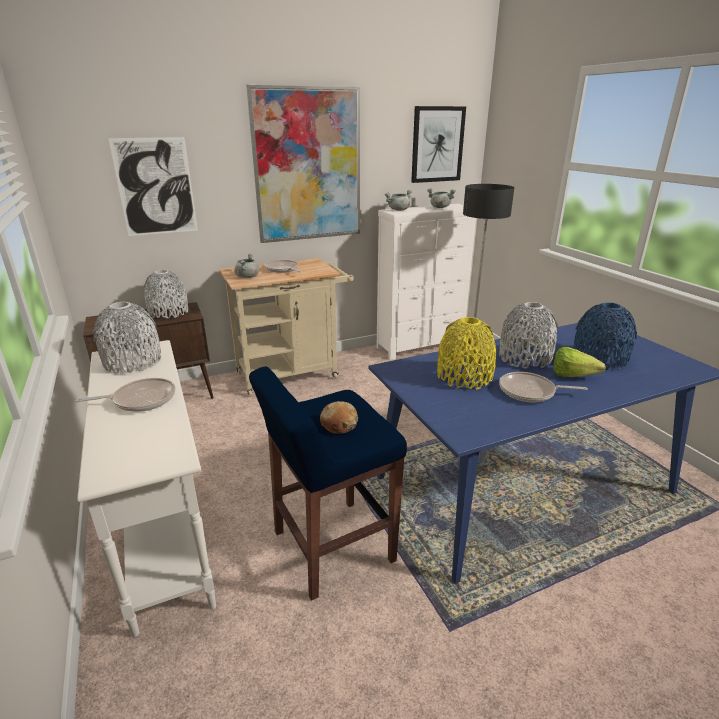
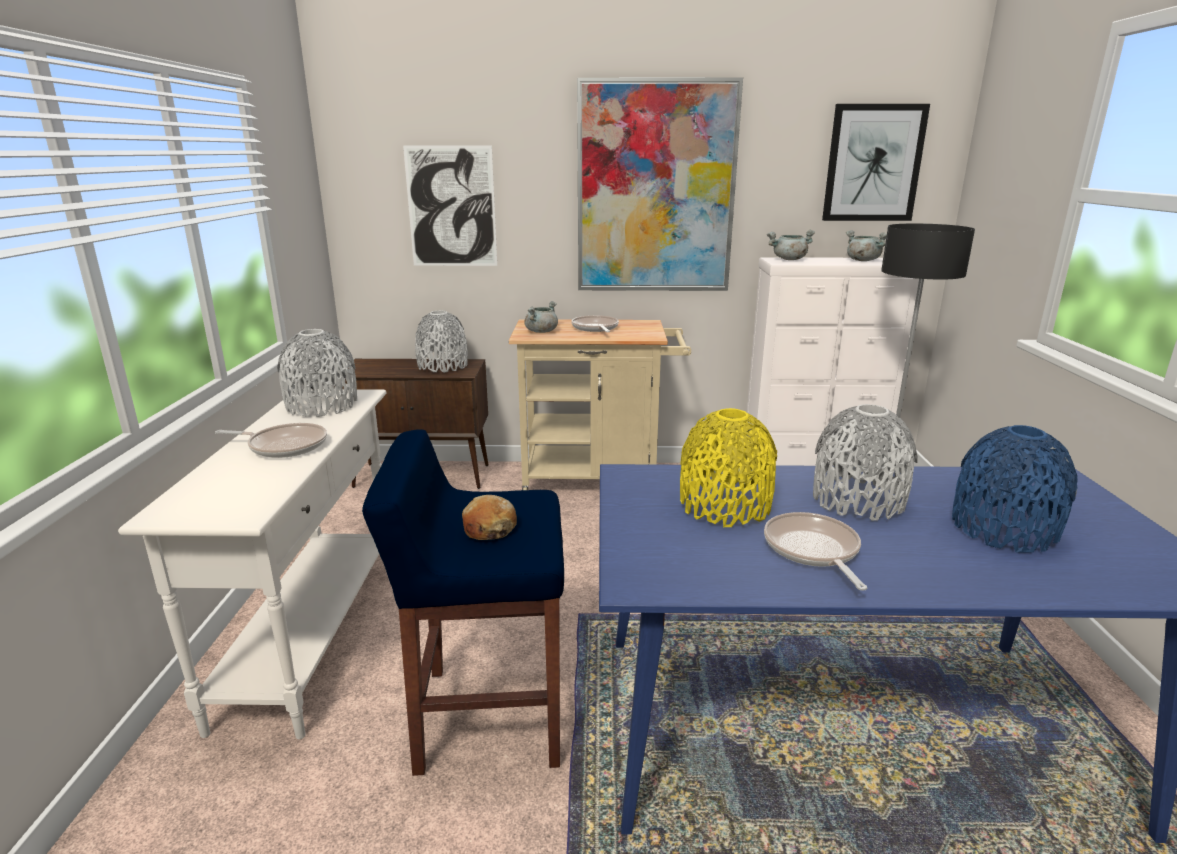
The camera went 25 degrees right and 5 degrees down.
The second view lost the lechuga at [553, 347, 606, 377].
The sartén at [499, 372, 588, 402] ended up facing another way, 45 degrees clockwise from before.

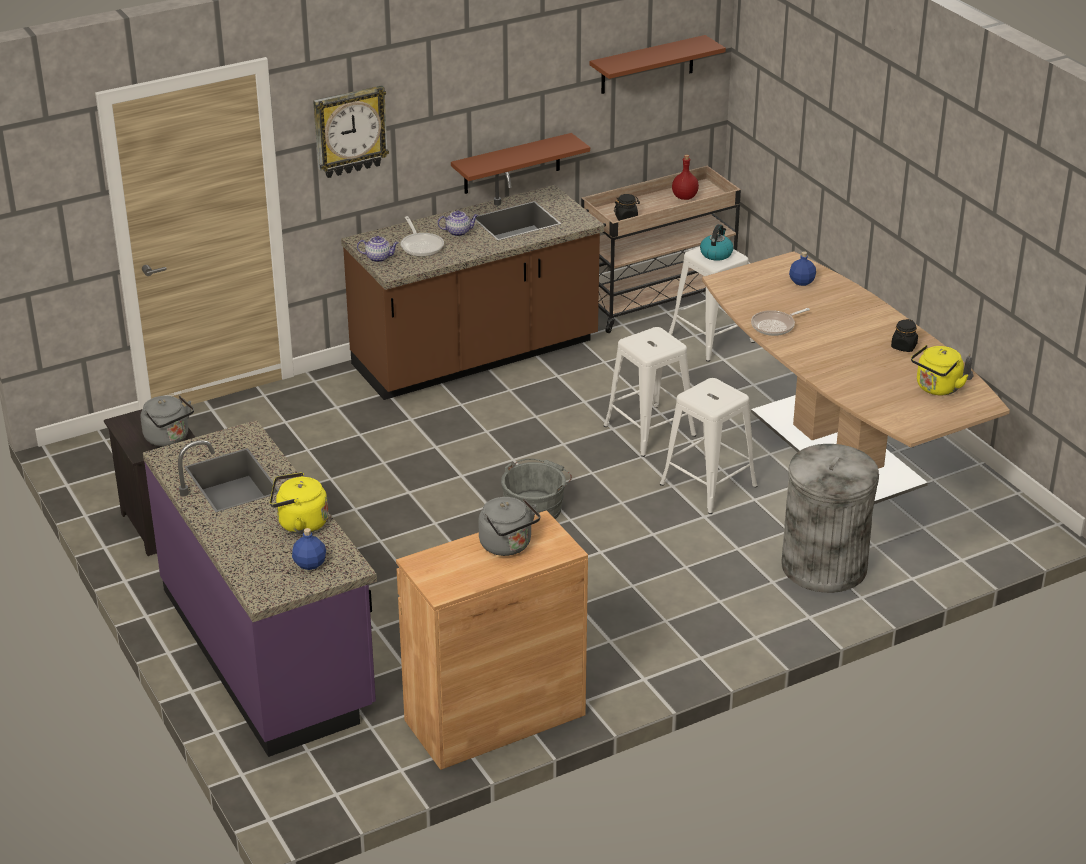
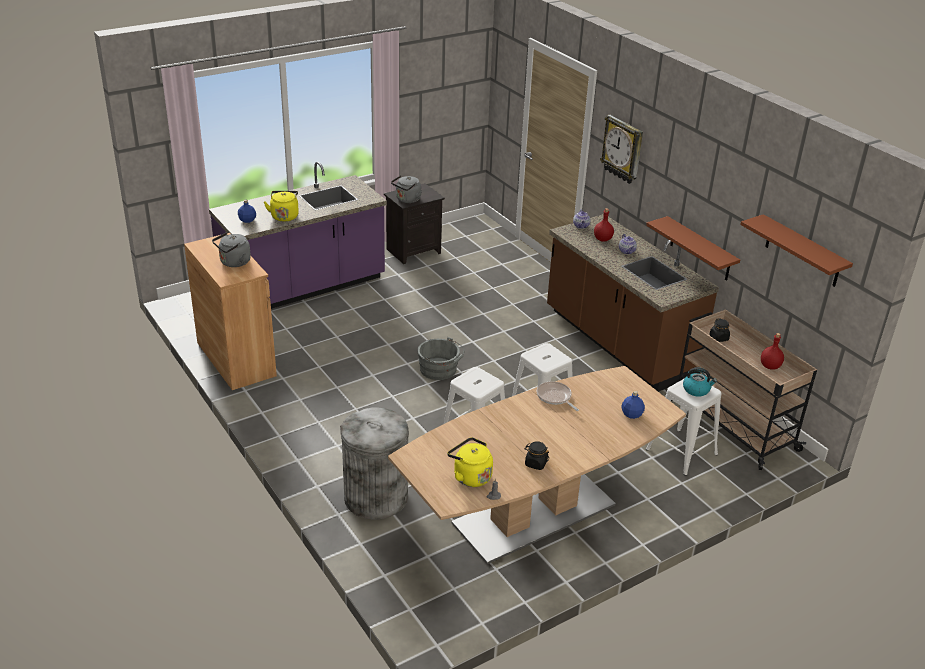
The camera went 85 degrees right and 0 degrees up.
Where the sartén stood at [400, 216, 444, 257], the botella [rojo] came to stand at [594, 208, 614, 242].

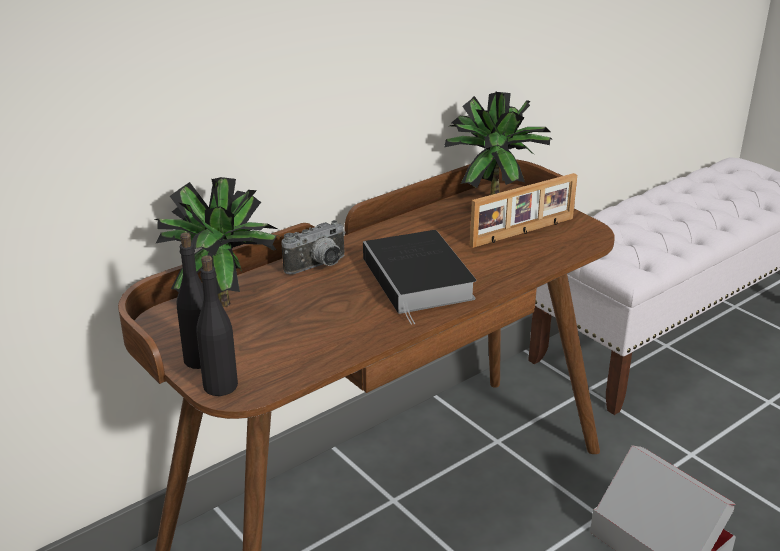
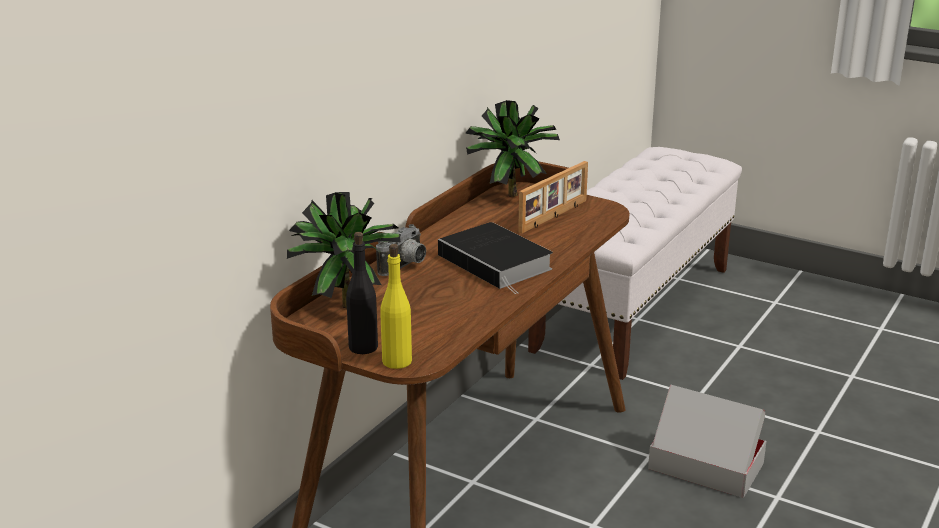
The camera went 20 degrees left and 5 degrees down.
What was the botella [negro] at [196, 255, 238, 396] turned into the botella [amarillo] at [380, 244, 412, 369].

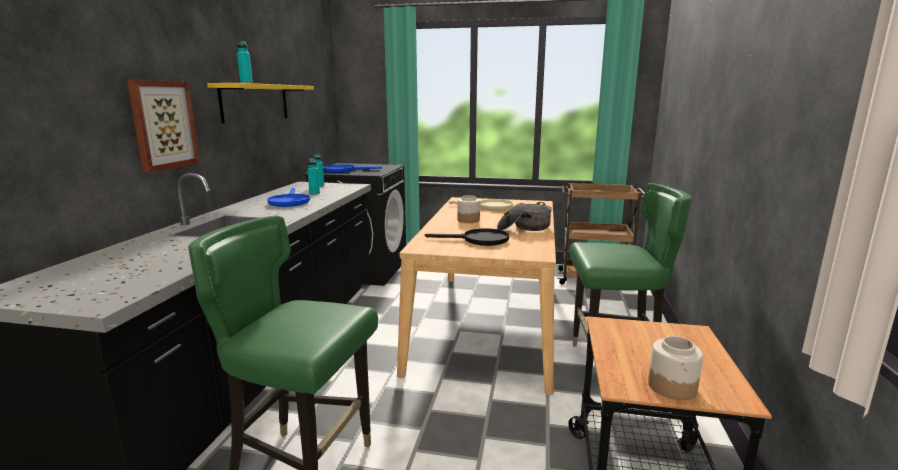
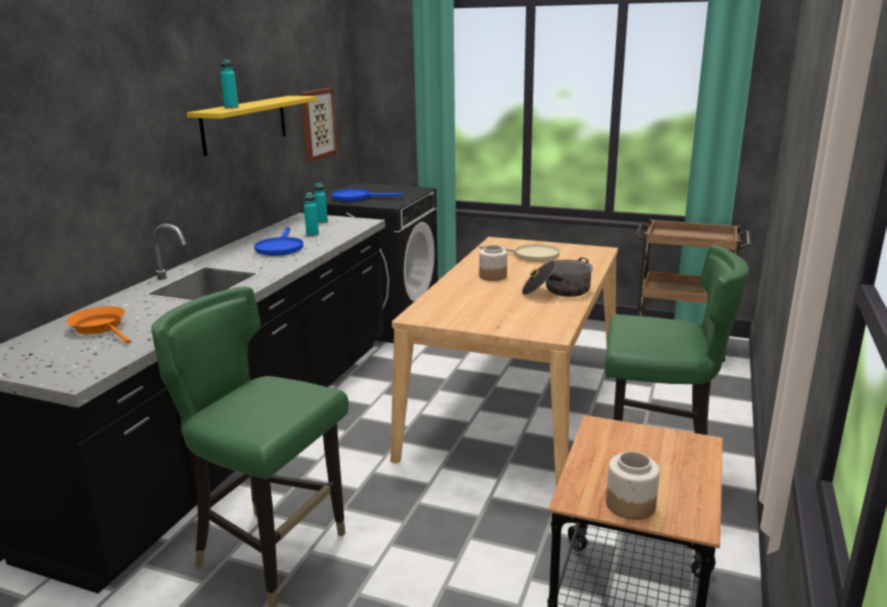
The camera went 10 degrees right and 5 degrees up.
The second view lost the sartén [negro] at [425, 228, 509, 246].
The second view gained the sartén [naranja] at [66, 306, 130, 344].
The cuadro ended up elsewhere, having gone from [127, 80, 200, 172] to [301, 88, 338, 162].

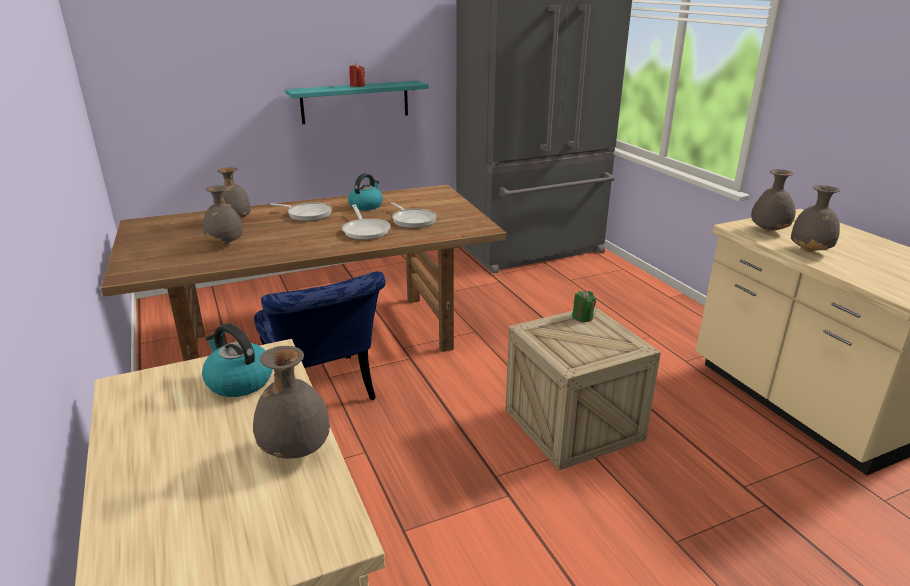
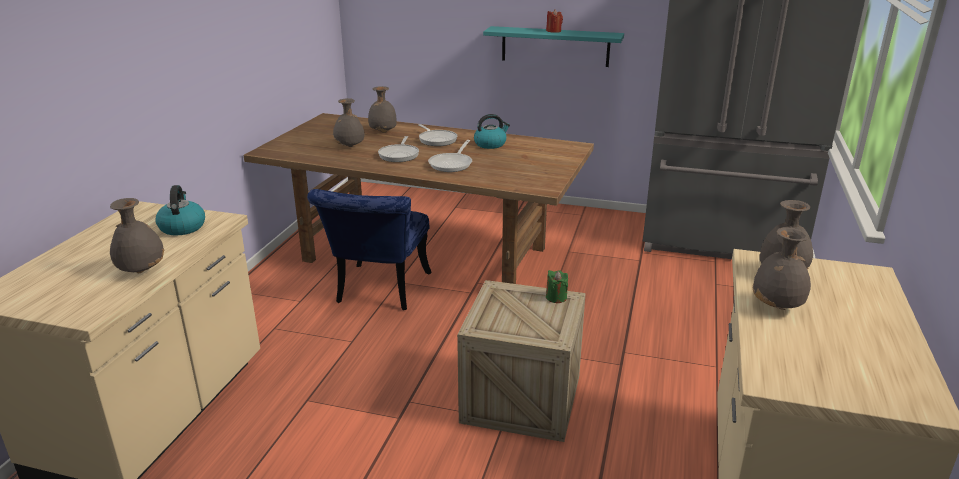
The camera went 40 degrees right and 0 degrees up.
The sartén ended up elsewhere, having gone from [391, 202, 436, 228] to [378, 136, 419, 162].

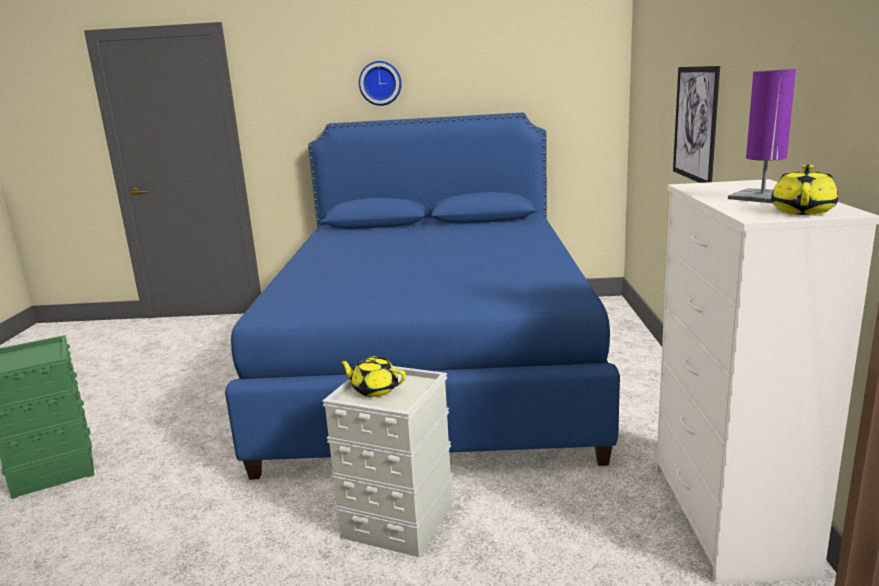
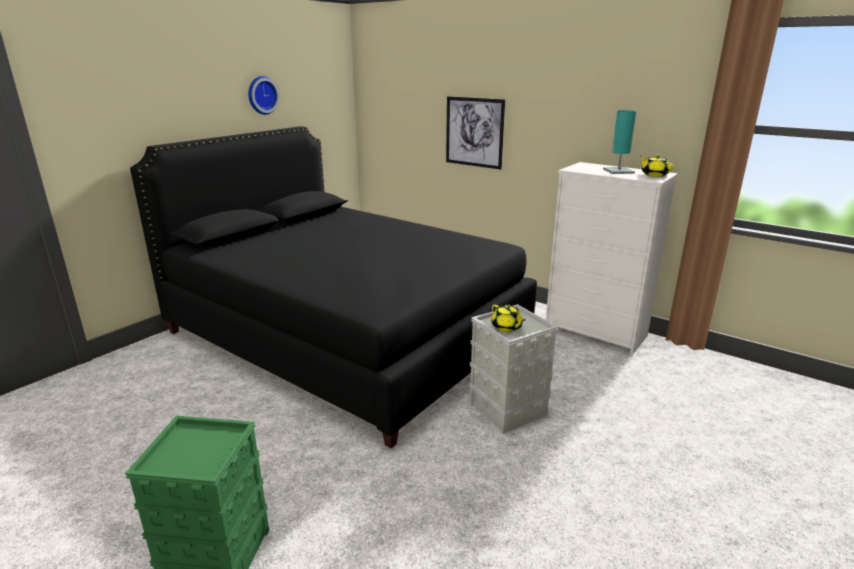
The camera went 55 degrees left and 5 degrees up.
The reloj de pared ended up elsewhere, having gone from [359, 61, 401, 106] to [248, 76, 280, 115].
What was the cama [azul] at [225, 113, 620, 480] turned into the cama [negro] at [130, 126, 537, 448].
What was the lámpara de mesa [morado] at [728, 69, 796, 203] turned into the lámpara de mesa [turquesa] at [603, 110, 636, 174].
The tetera [amarillo] at [338, 356, 406, 397] ended up facing another way, 90 degrees counterclockwise from before.

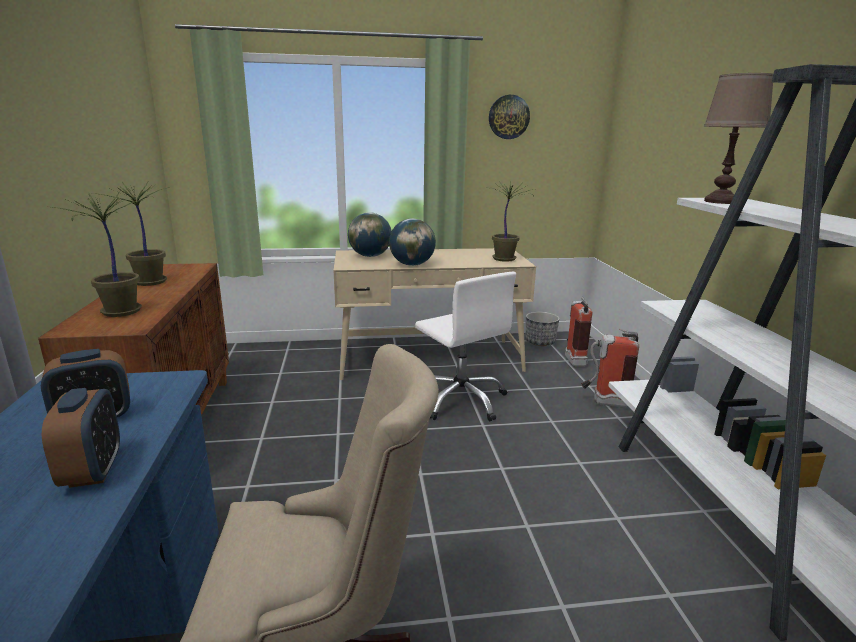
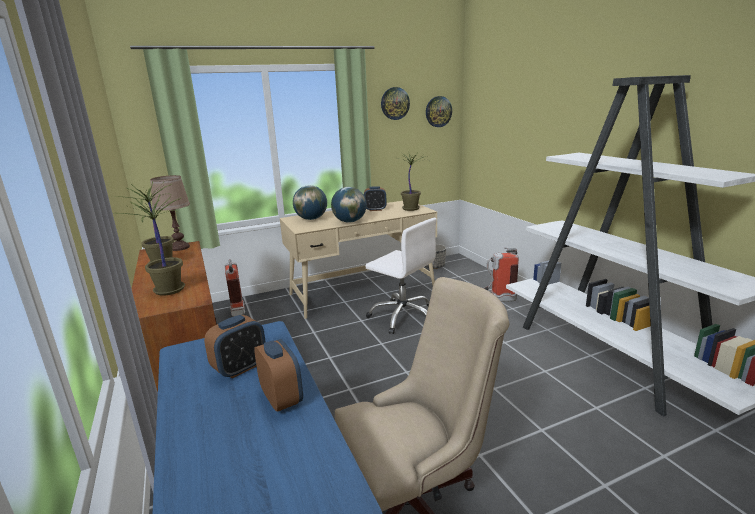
The camera went 15 degrees left and 0 degrees up.
The second view gained the despertador at [364, 186, 387, 211].
The second view gained the reloj de pared at [426, 96, 452, 127].
The extintor ended up elsewhere, having gone from [565, 297, 592, 367] to [225, 259, 245, 317].
The lámpara de mesa [marrón] ended up elsewhere, having gone from [704, 73, 773, 204] to [150, 175, 190, 251].

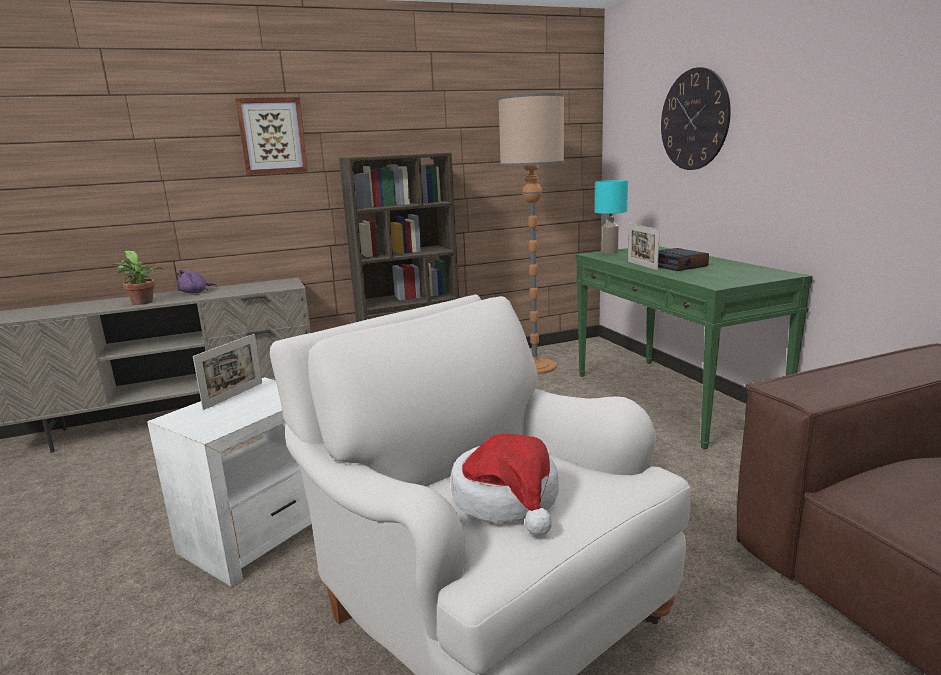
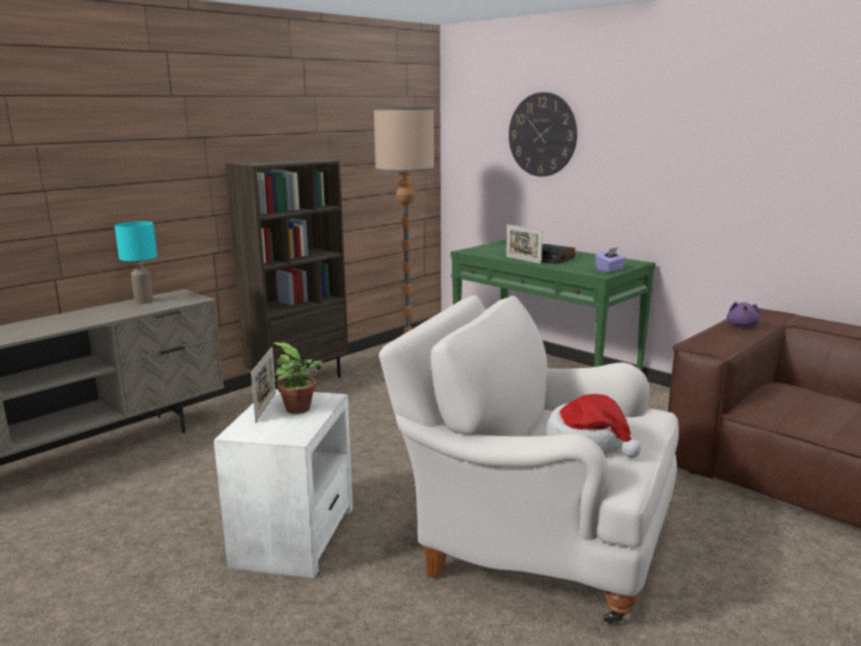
The camera went 25 degrees left and 0 degrees up.
The second view lost the cuadro at [235, 97, 308, 175].
The second view gained the caja de pañuelos [morado] at [595, 247, 626, 273].
The planta en maceta ended up elsewhere, having gone from [112, 251, 164, 305] to [273, 342, 323, 414].
The peluche [morado] ended up elsewhere, having gone from [177, 269, 217, 294] to [726, 302, 761, 327].
The lámpara de mesa [turquesa] ended up elsewhere, having gone from [595, 180, 628, 254] to [114, 221, 157, 304].

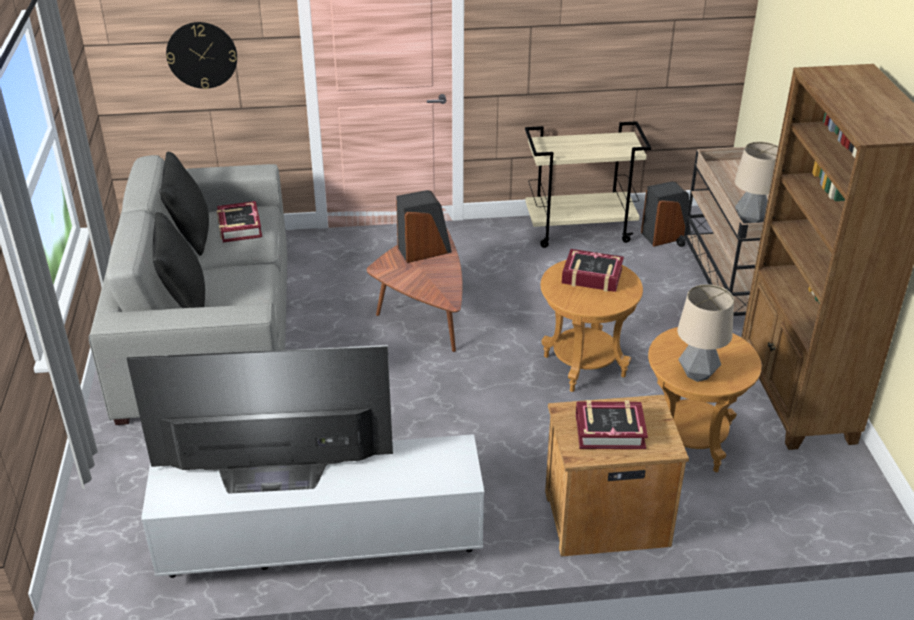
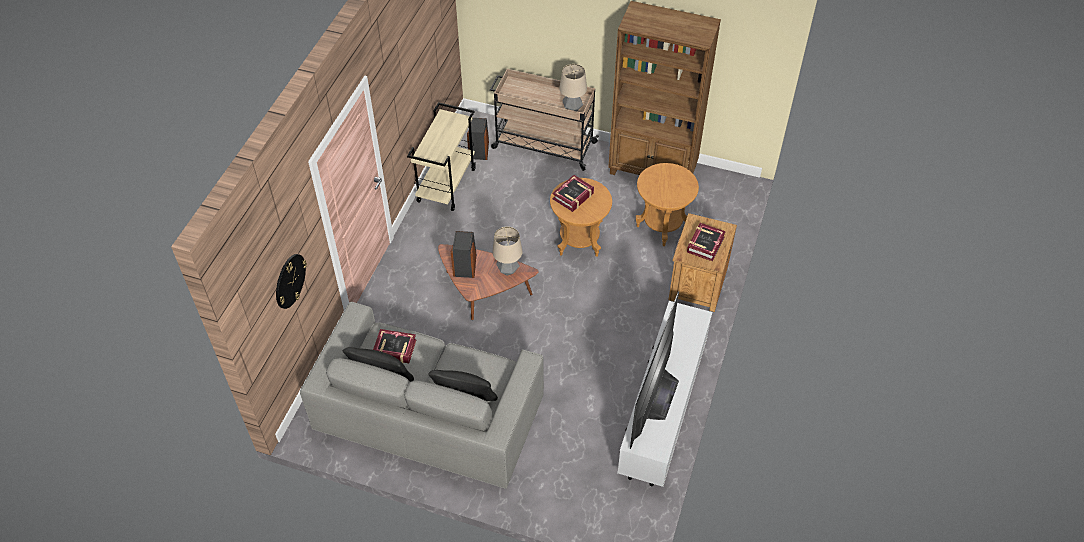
The camera went 65 degrees left and 15 degrees up.
The lámpara de mesa ended up elsewhere, having gone from [677, 284, 734, 382] to [492, 227, 523, 276].

